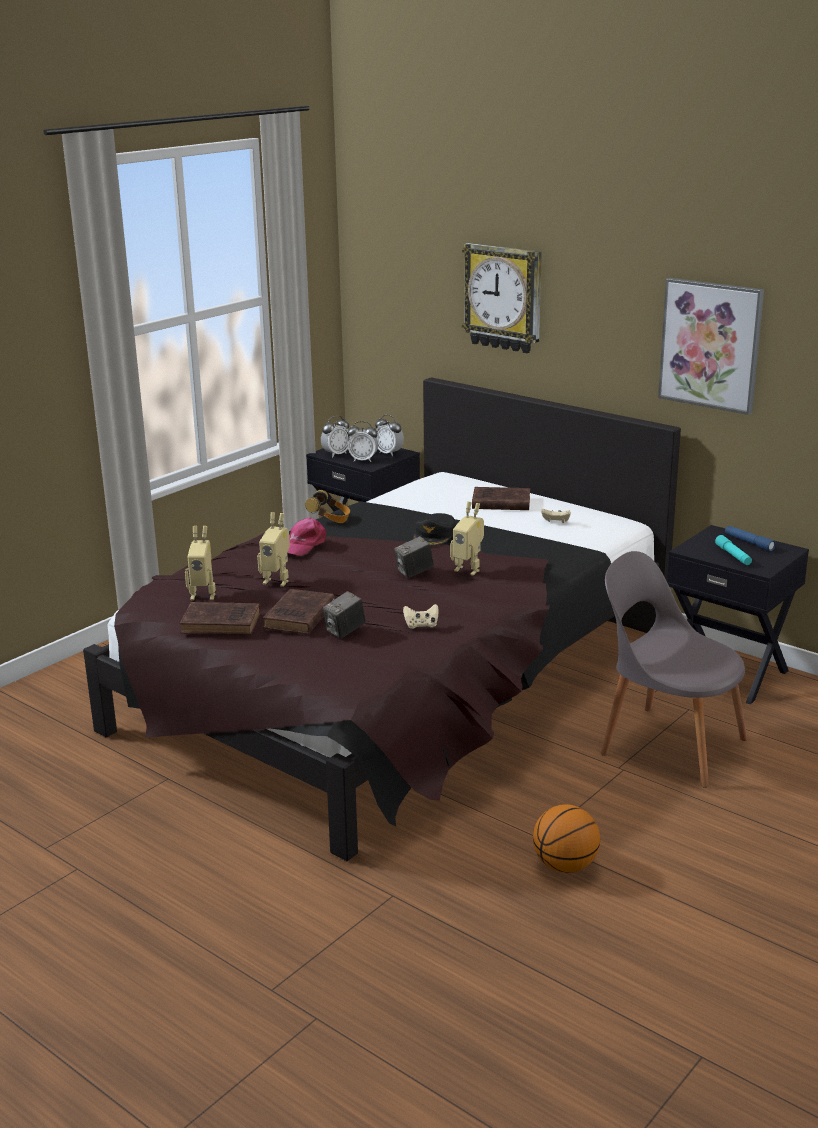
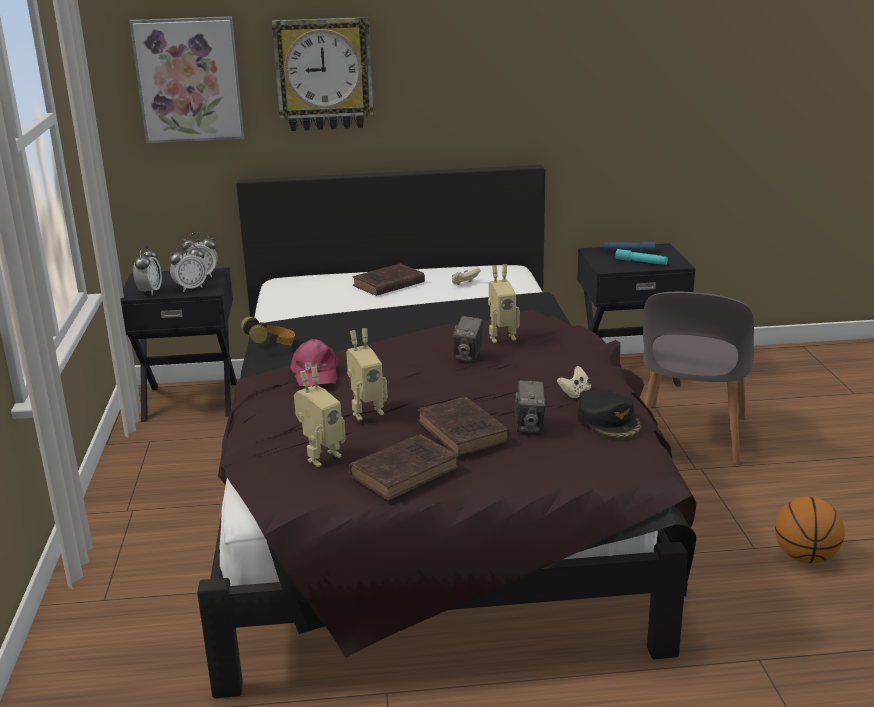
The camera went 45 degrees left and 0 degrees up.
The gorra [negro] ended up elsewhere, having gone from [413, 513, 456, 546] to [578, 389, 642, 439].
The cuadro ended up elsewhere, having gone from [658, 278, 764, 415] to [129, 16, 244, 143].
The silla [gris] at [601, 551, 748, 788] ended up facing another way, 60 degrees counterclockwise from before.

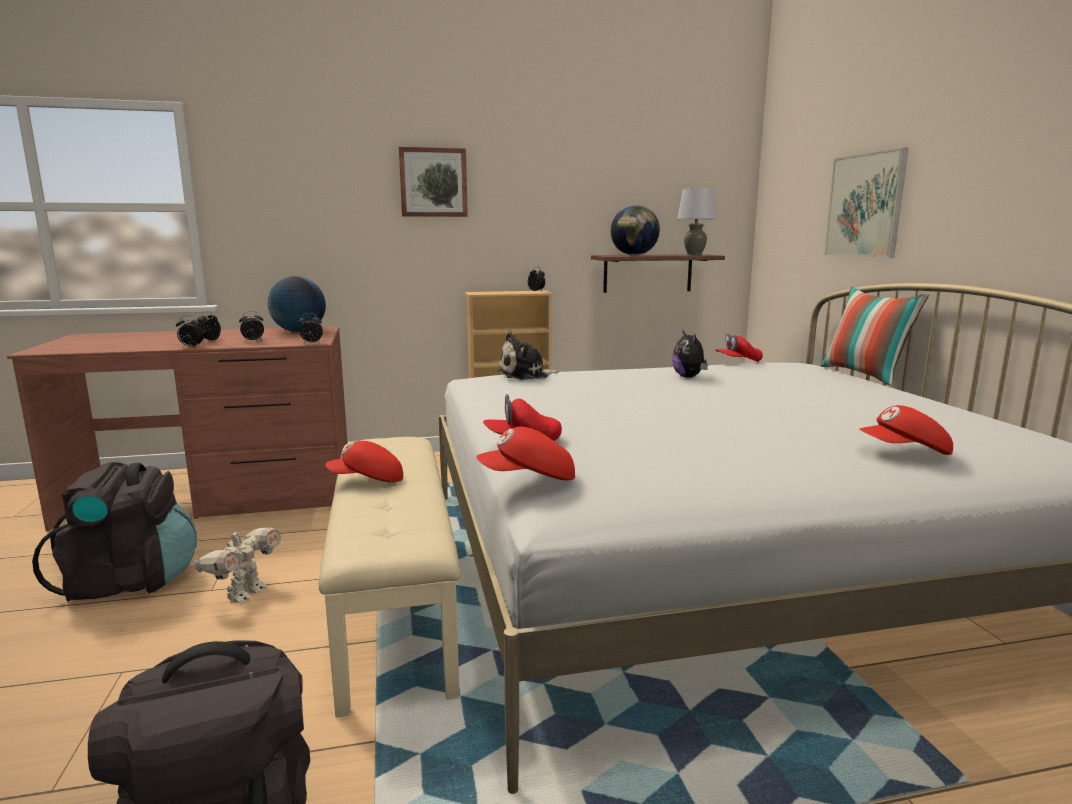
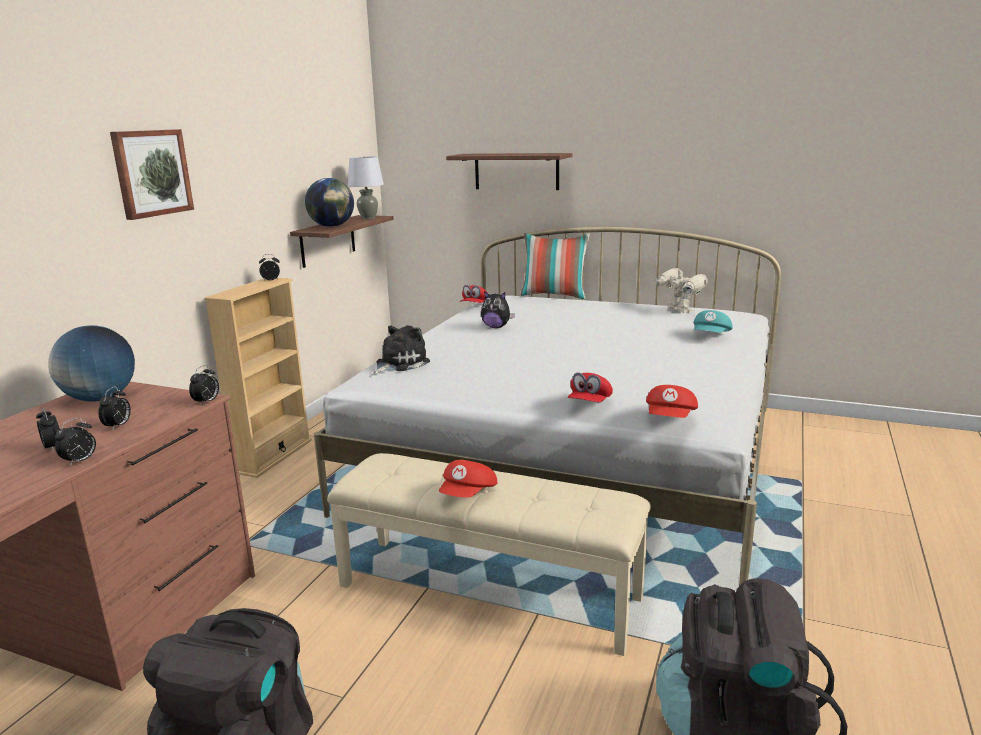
The camera went 55 degrees left and 5 degrees up.
The robot de juguete ended up elsewhere, having gone from [194, 525, 281, 603] to [655, 267, 708, 313].
Where the cuadro hung at [824, 148, 908, 258], the estante came to hang at [446, 153, 572, 190].
What was the gorra [rojo] at [859, 405, 953, 455] turned into the gorra [turquesa] at [693, 310, 733, 333].
The peluche at [497, 332, 559, 380] ended up facing another way, 150 degrees counterclockwise from before.

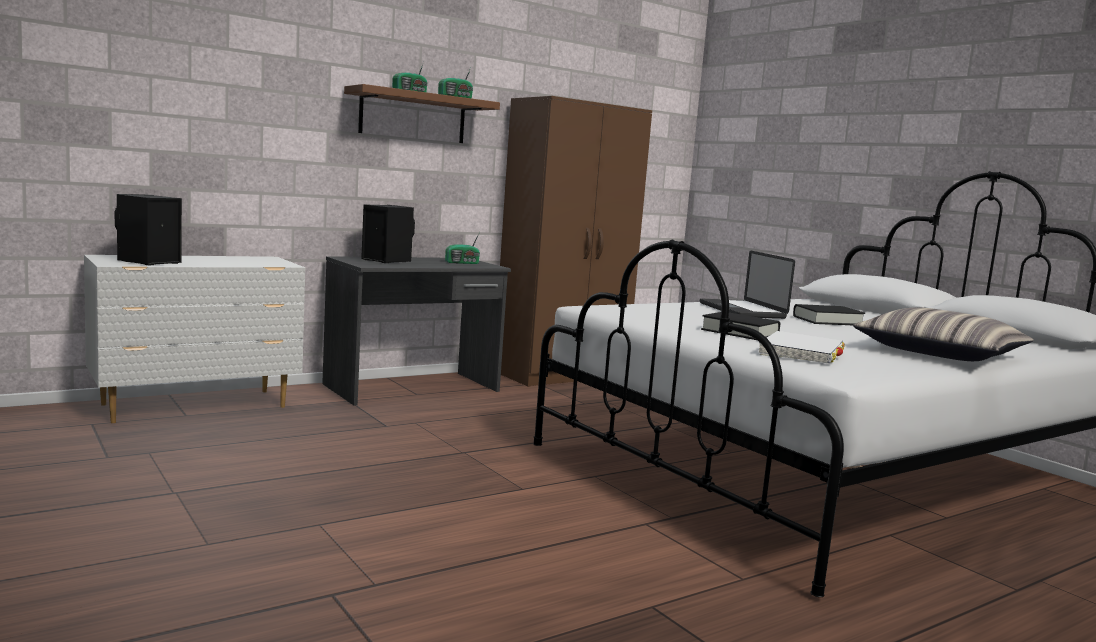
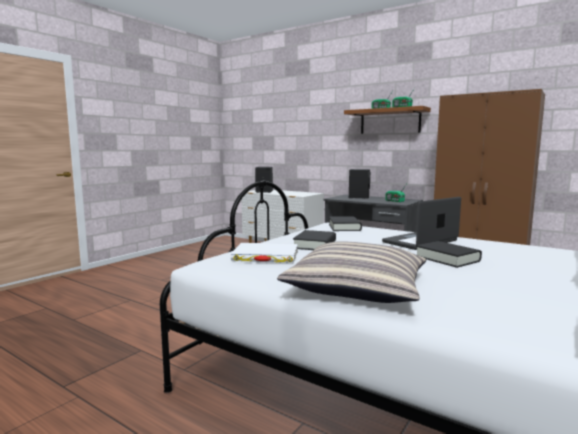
The camera went 70 degrees right and 0 degrees up.
The second view gained the libro [negro] at [329, 216, 362, 231].

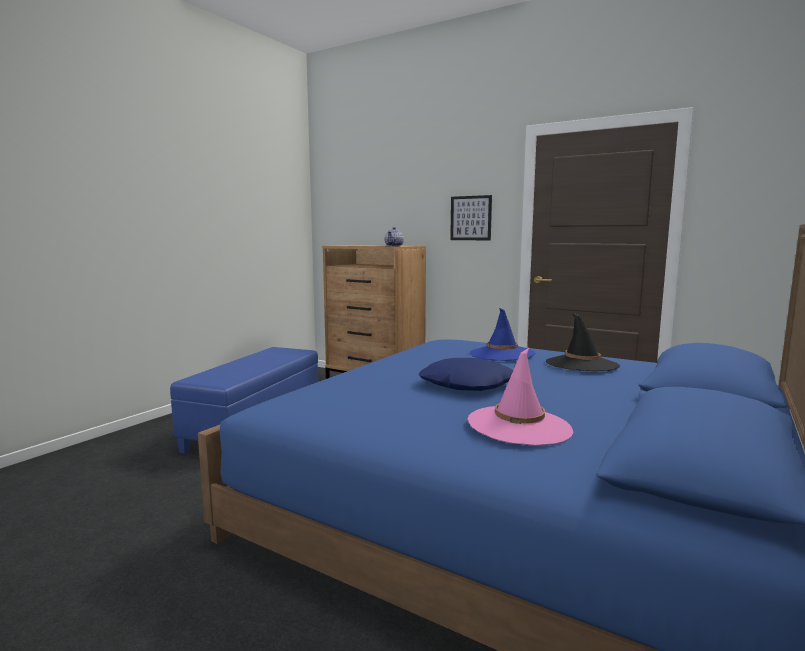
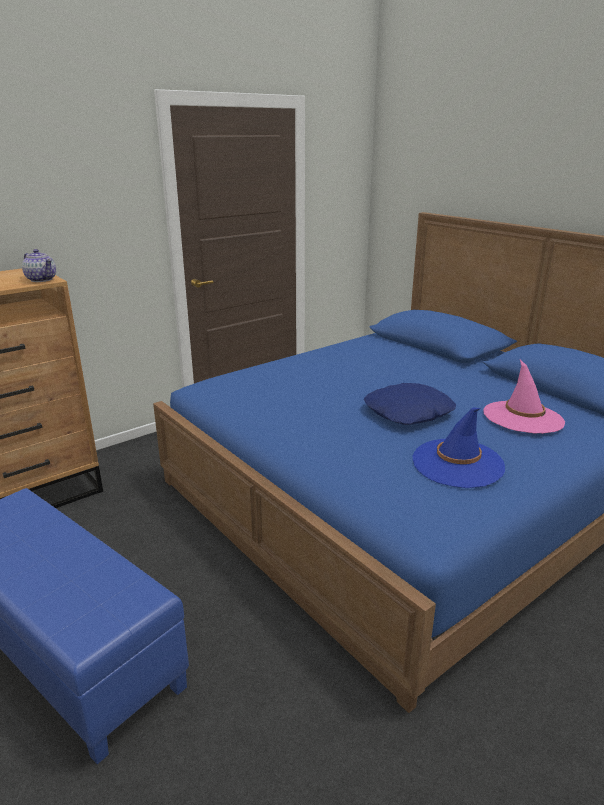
The camera went 70 degrees left and 15 degrees up.
The second view lost the cuadro at [450, 195, 492, 240].
The second view lost the sombrero [negro] at [546, 312, 620, 371].
The sombrero [azul] ended up elsewhere, having gone from [470, 308, 535, 361] to [412, 407, 505, 488].

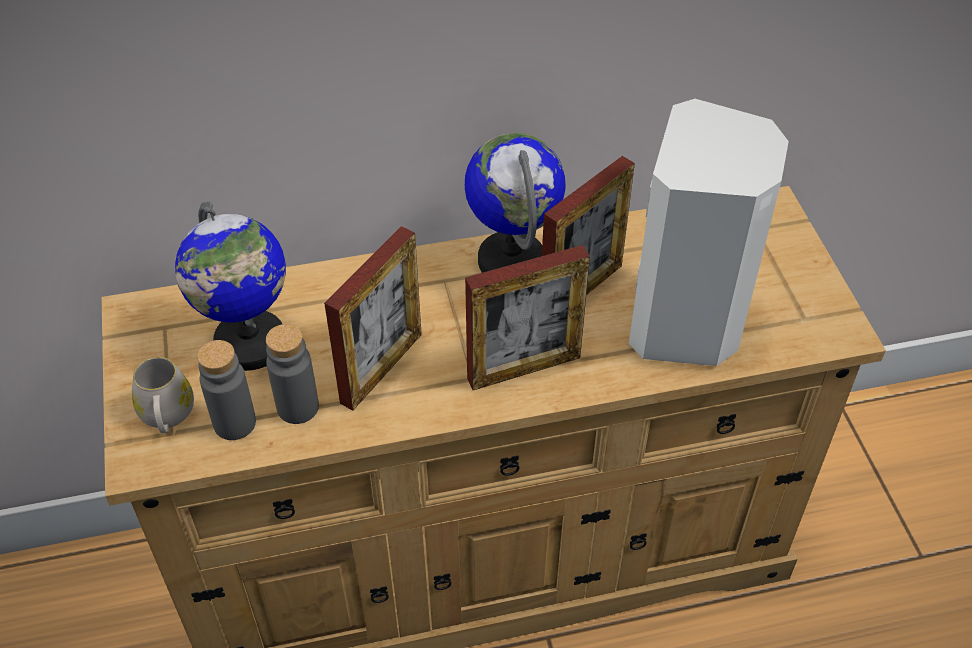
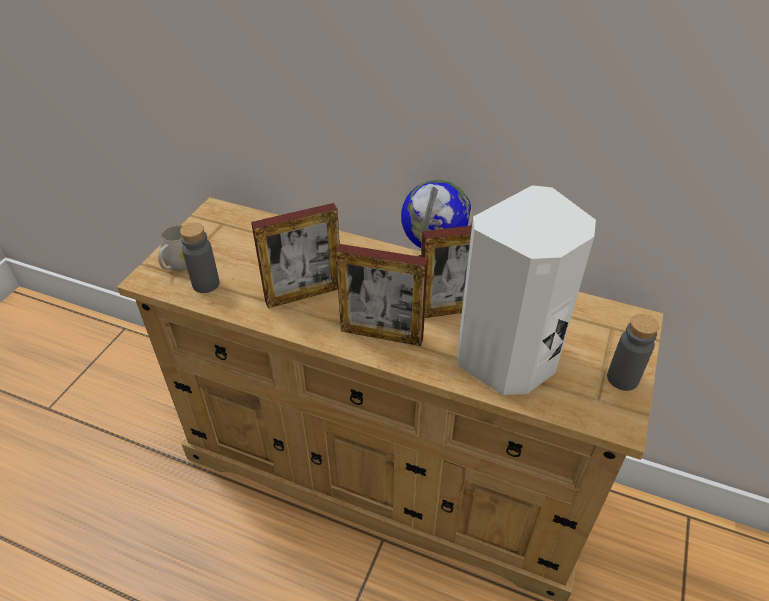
The camera went 35 degrees right and 5 degrees down.
The second view lost the globo terráqueo at [175, 201, 286, 371].
The botella [gris] ended up elsewhere, having gone from [266, 324, 319, 424] to [607, 314, 659, 391].

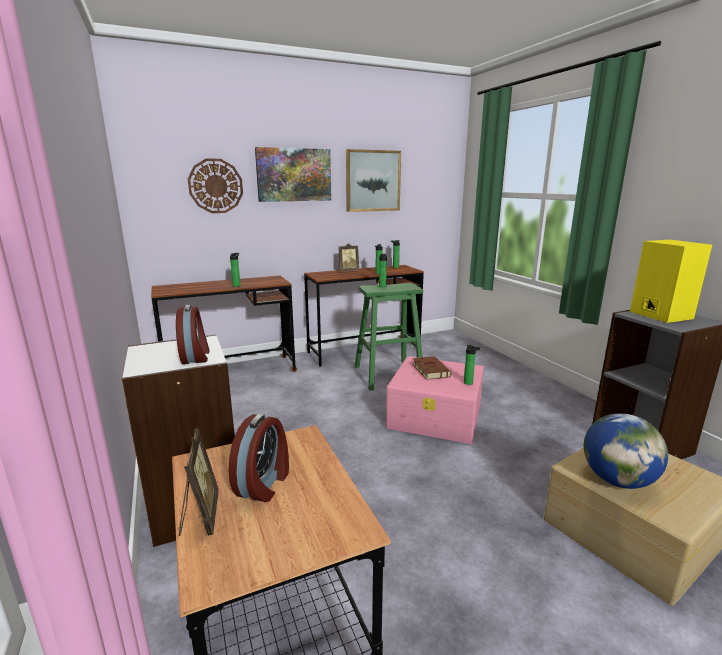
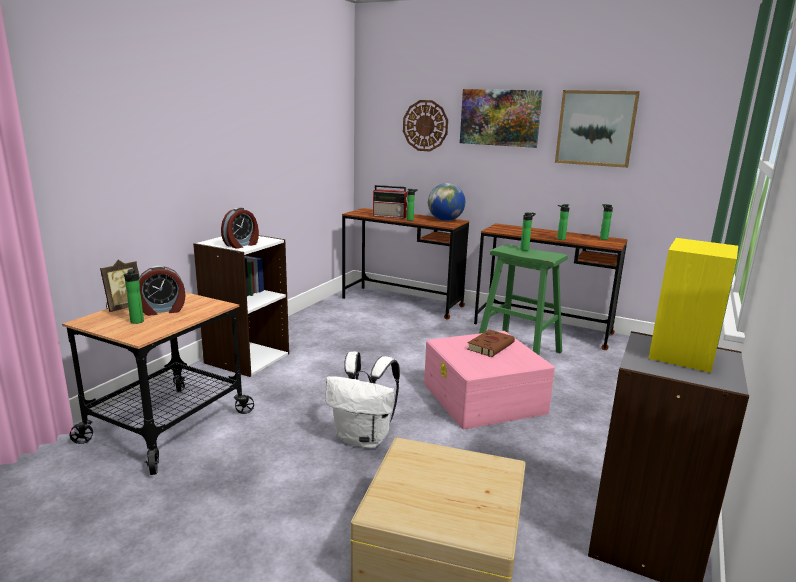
The camera went 50 degrees right and 0 degrees up.
The second view lost the portarretratos at [339, 243, 359, 272].
The second view gained the mochila [blanco] at [325, 351, 400, 448].
The second view gained the radio at [373, 185, 407, 218].
The botella ended up elsewhere, having gone from [464, 345, 480, 385] to [124, 269, 144, 324].
The globo terráqueo ended up elsewhere, having gone from [584, 413, 668, 489] to [428, 183, 465, 221].

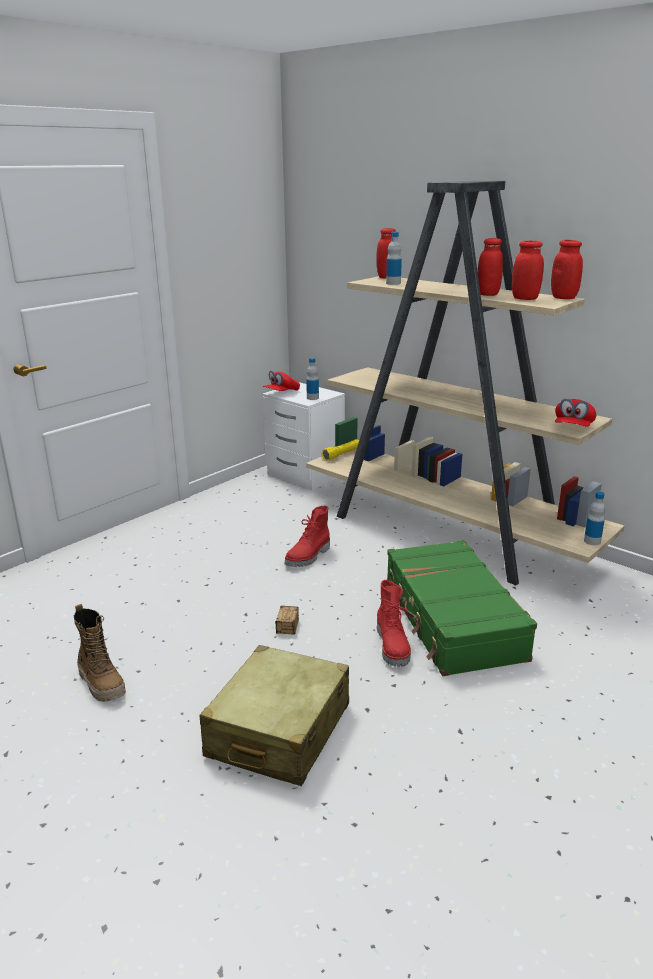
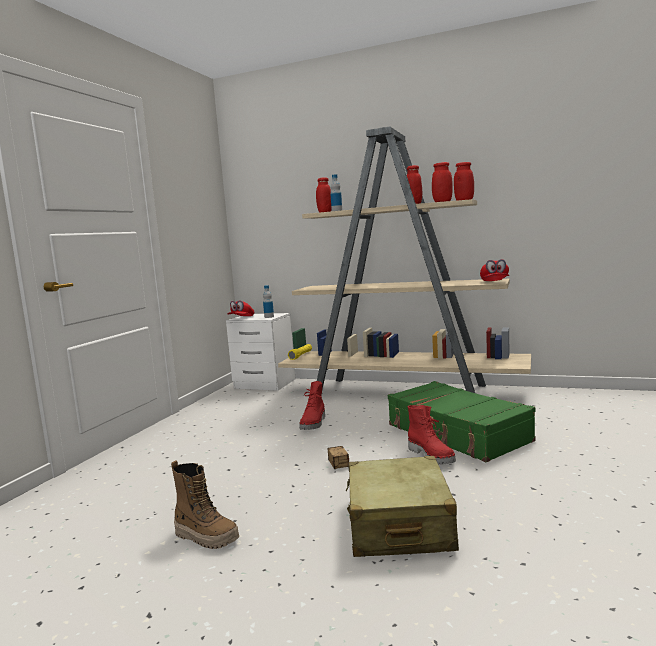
The camera went 20 degrees left and 15 degrees down.
The second view lost the botella at [584, 492, 605, 545].

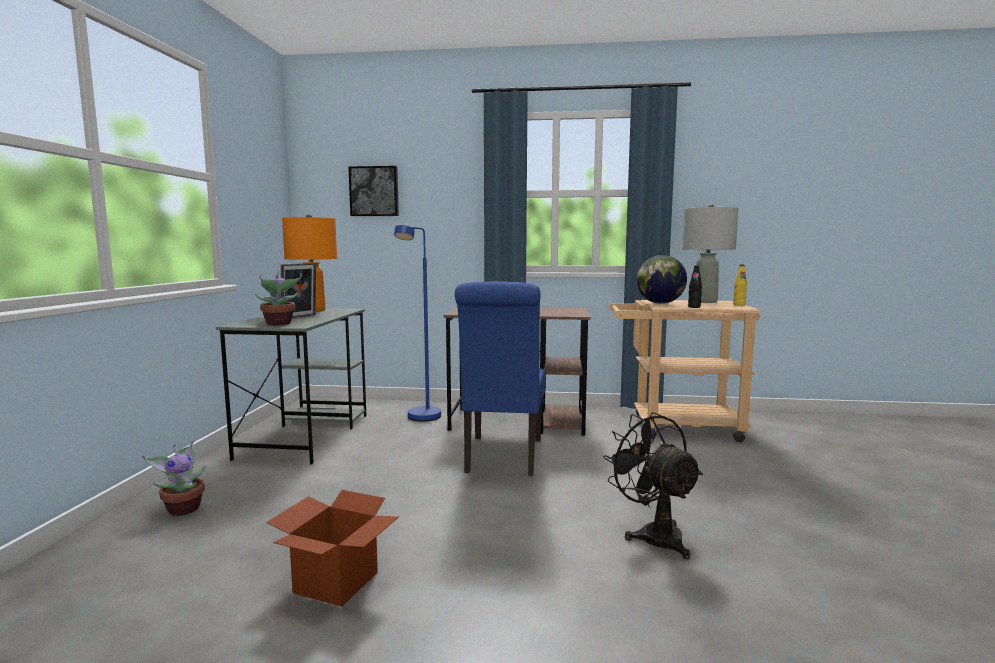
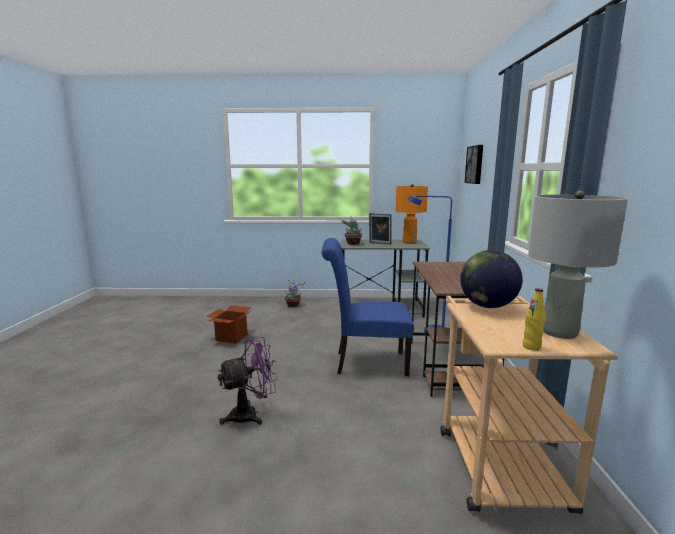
The camera went 85 degrees right and 5 degrees up.
The second view lost the botella [negro] at [688, 265, 702, 308].
What was the ventilador [negro] at [603, 412, 703, 559] turned into the ventilador [morado] at [218, 337, 278, 425].

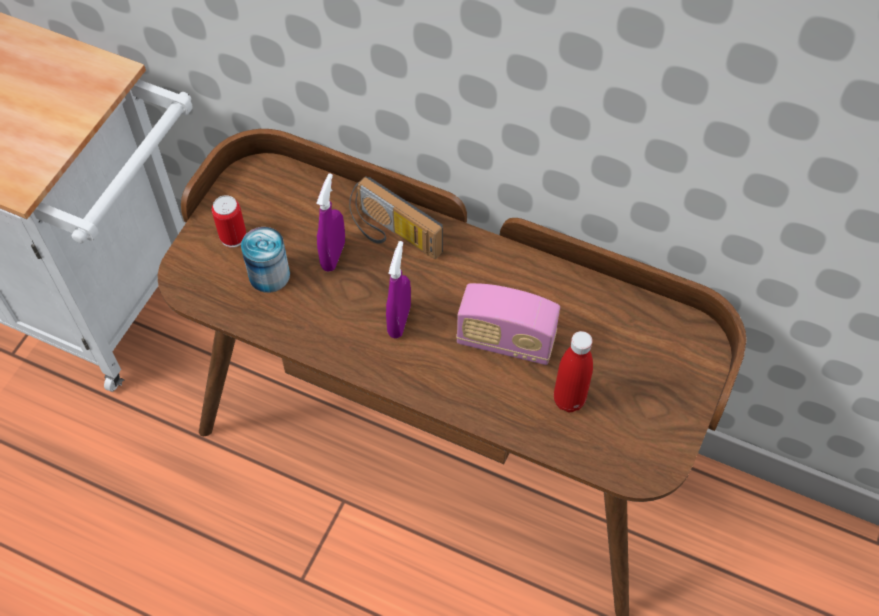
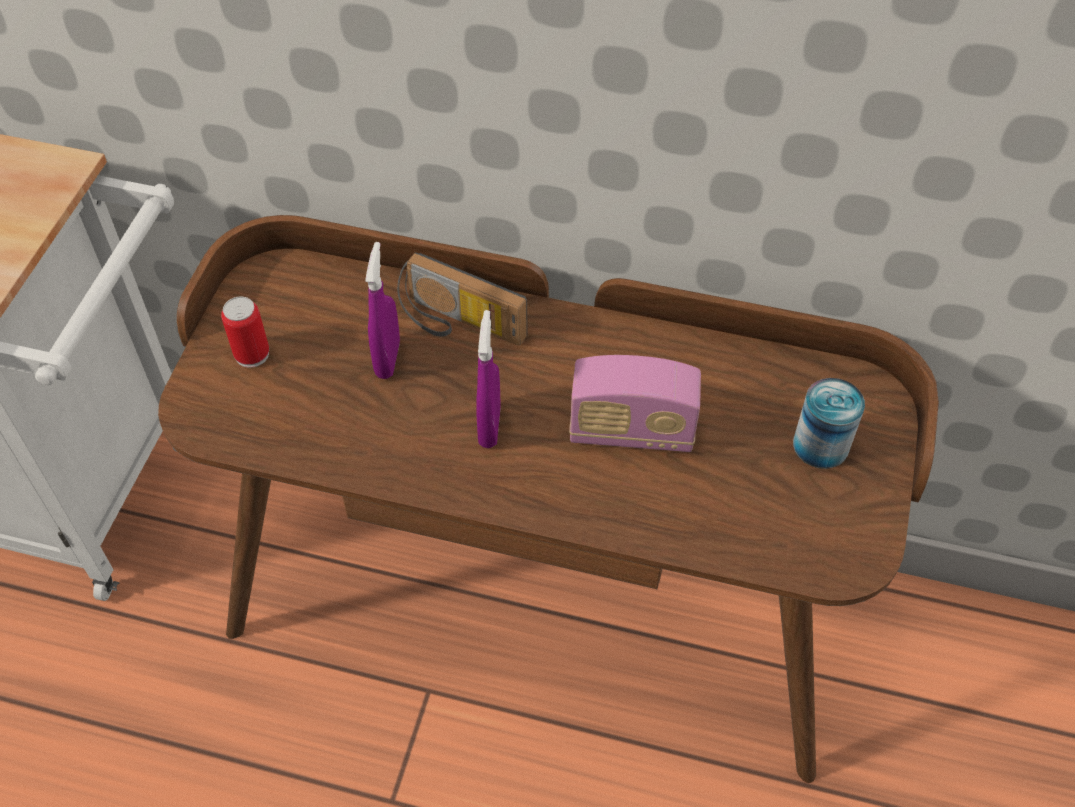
The camera went 10 degrees left and 5 degrees down.
The second view lost the botella [rojo] at [554, 331, 593, 412].
The lata ended up elsewhere, having gone from [241, 227, 290, 293] to [793, 378, 865, 469].

